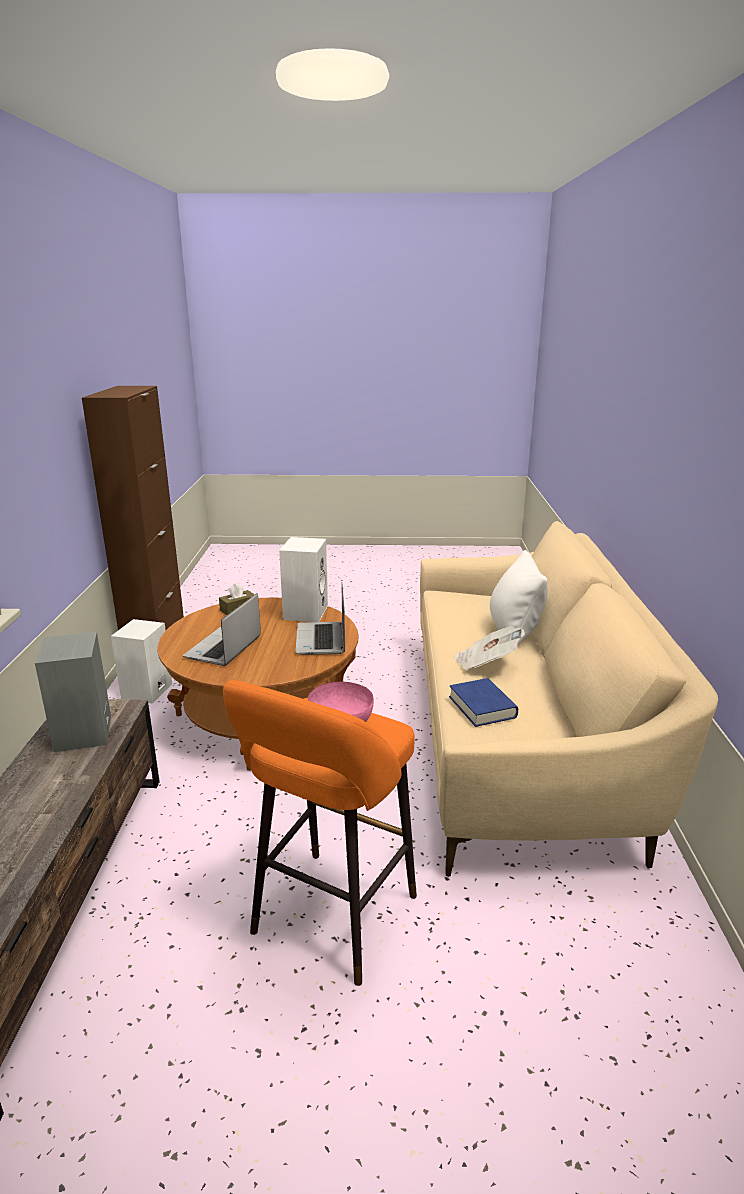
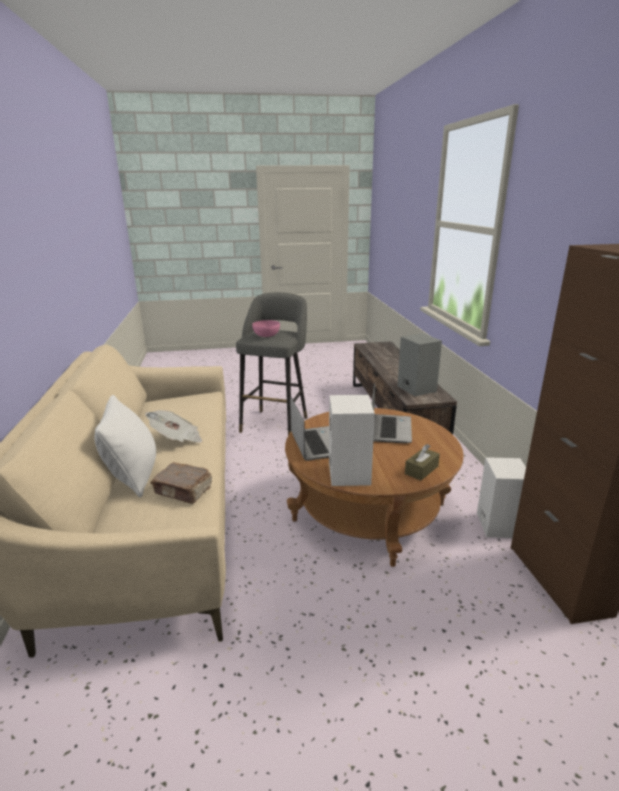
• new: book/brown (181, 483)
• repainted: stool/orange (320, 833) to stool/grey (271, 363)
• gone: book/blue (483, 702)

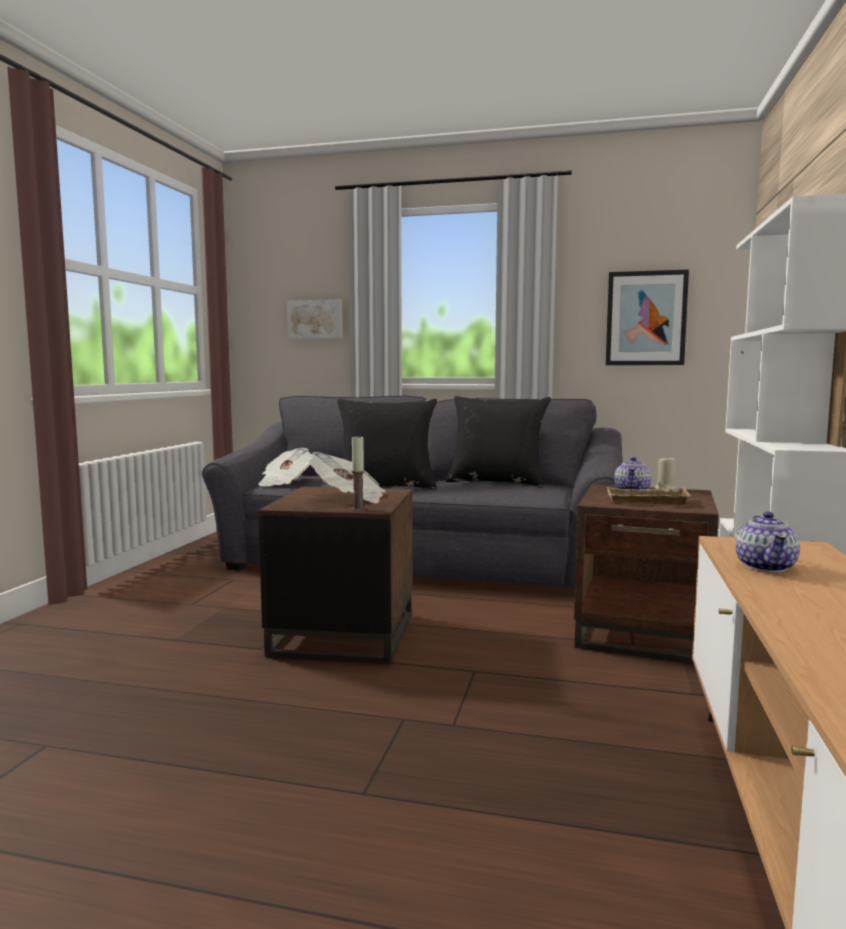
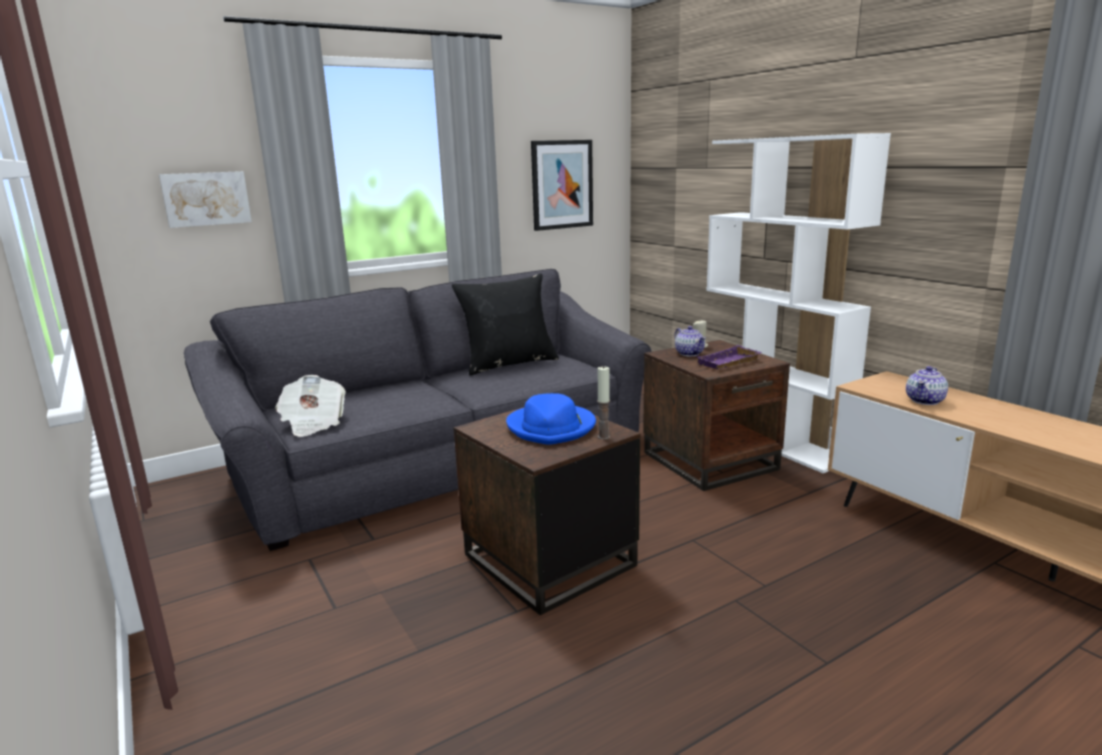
• swapped: newspaper (347, 477) to hat/blue (551, 419)
• repainted: tray/beige (649, 496) to tray/purple (729, 357)
• rotated: teapot (767, 542) = (927, 385) 75 degrees clockwise
• gone: pillow/black (387, 444)

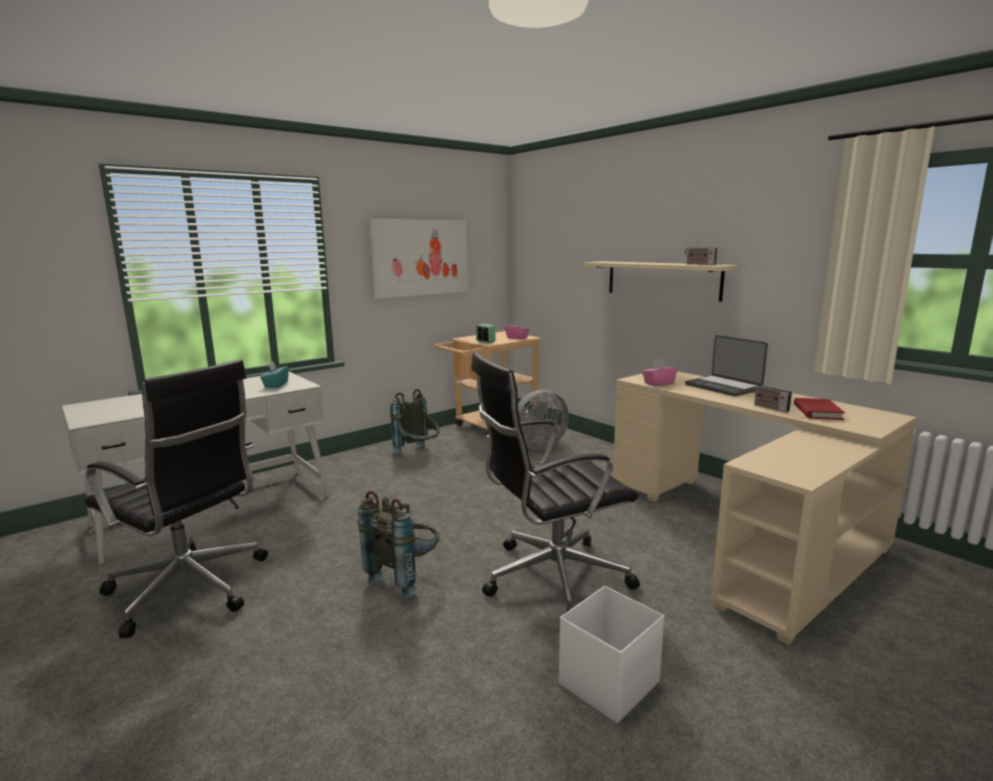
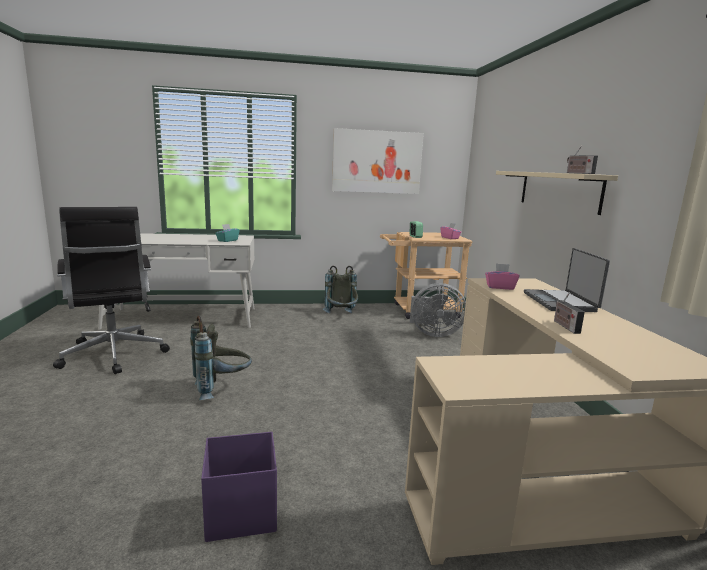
• repainted: storage box/white (611, 654) to storage box/purple (239, 487)
• gone: office chair/black (555, 482)
• gone: book/red (819, 409)

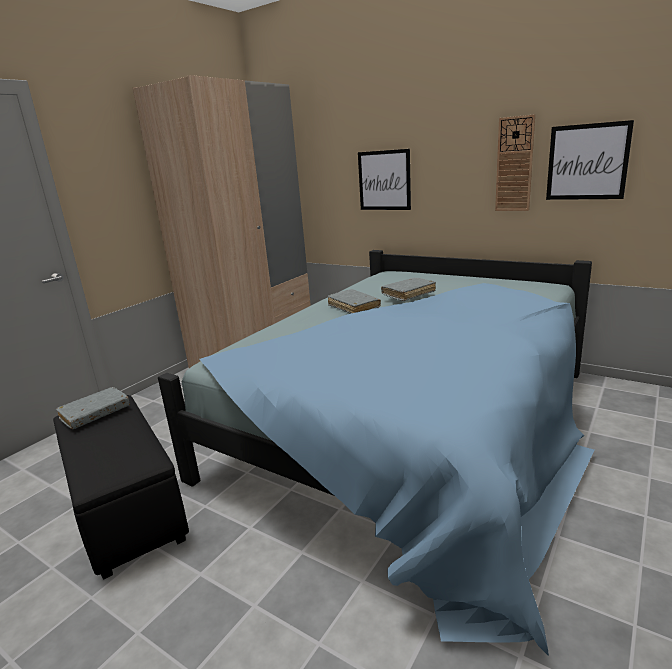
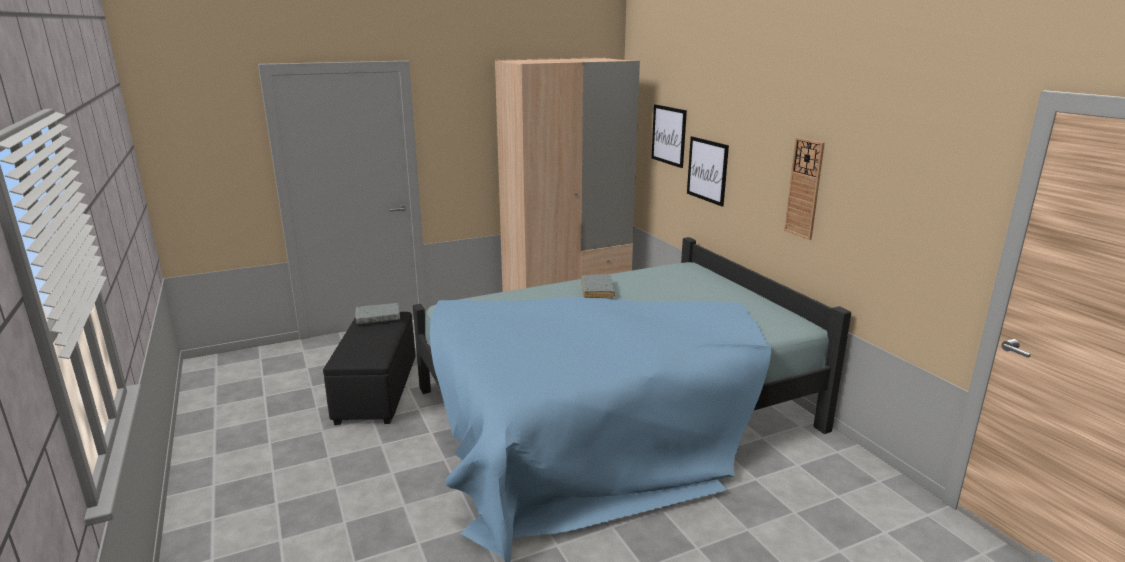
• shifted: picture (590, 160) to (669, 136)
• gone: book/grey (408, 289)

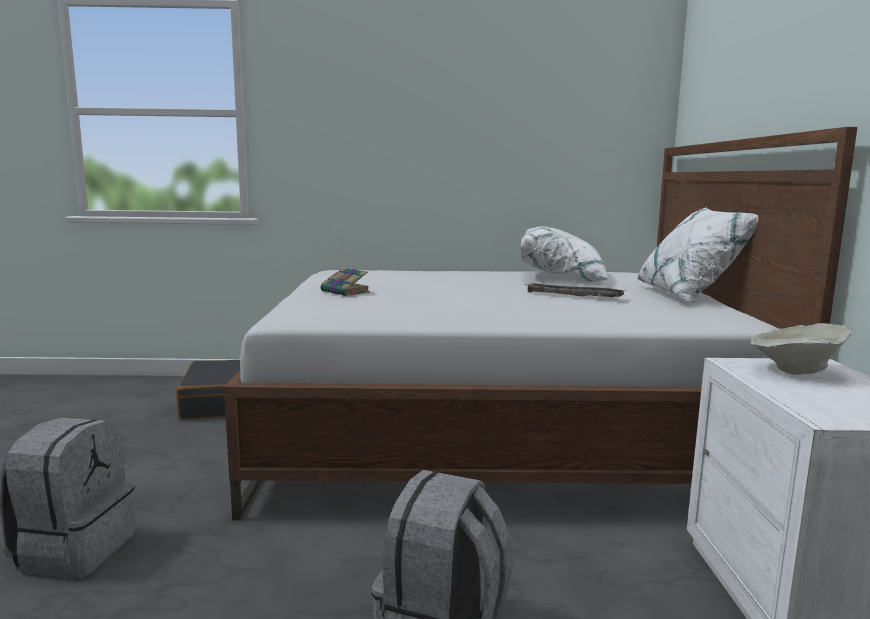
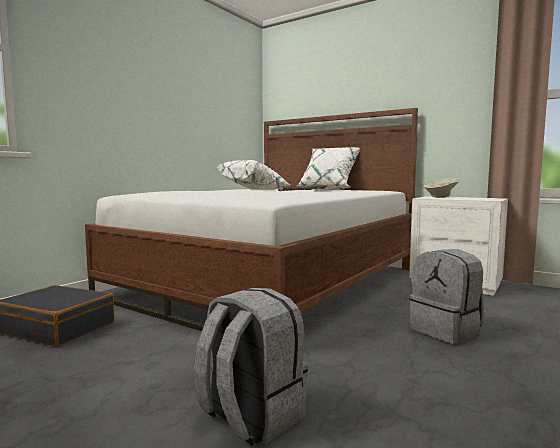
• gone: book (345, 281)

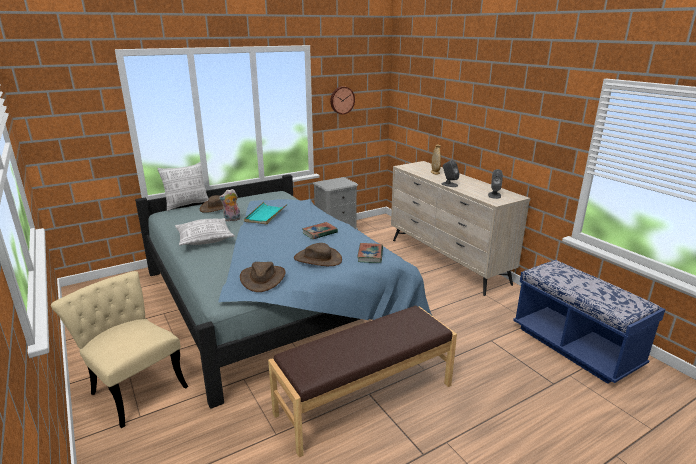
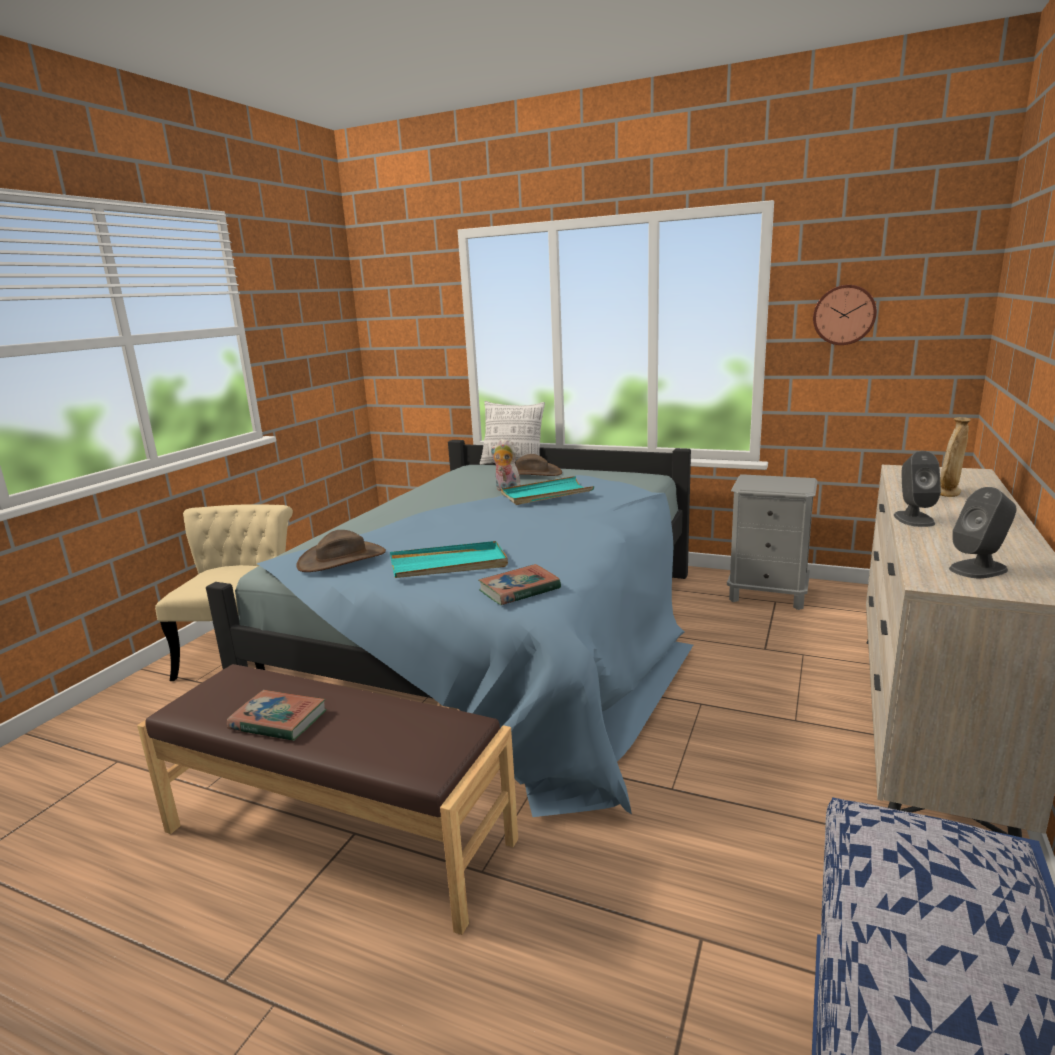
• shifted: book (320, 230) to (276, 715)
• swapped: hat/brown (318, 254) to tray/turquoise (449, 559)
• gone: pillow (205, 231)

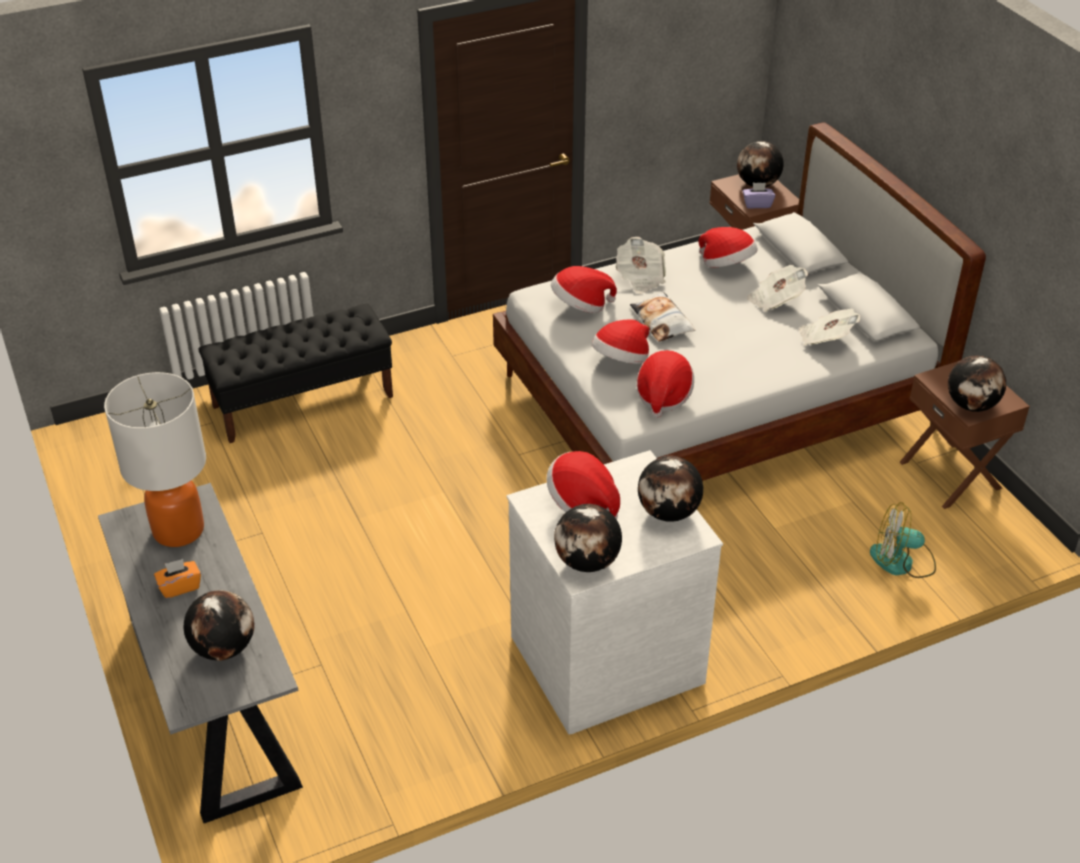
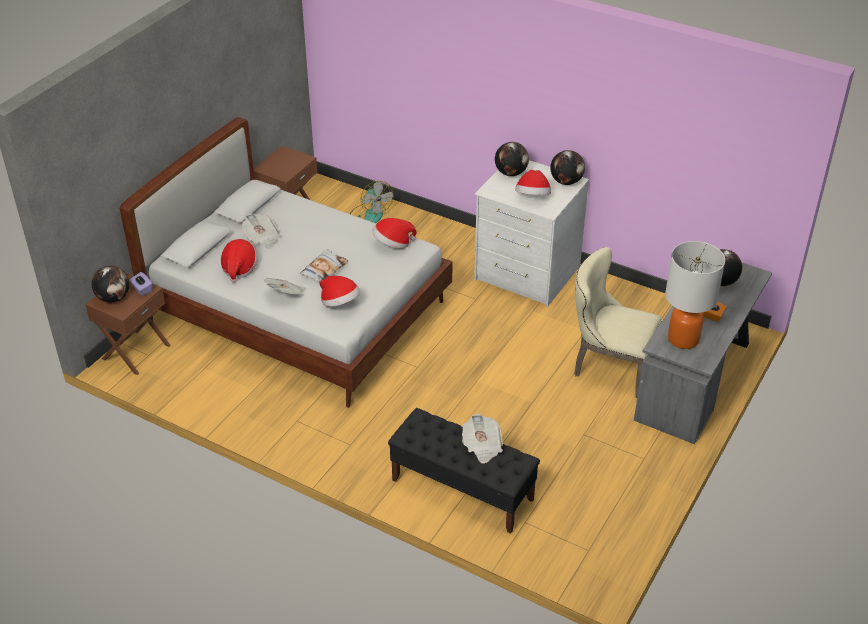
• shifted: newspaper (829, 327) to (482, 439)
• new: chair/beige (618, 322)
• gone: hat (621, 342)
• gone: globe (977, 383)

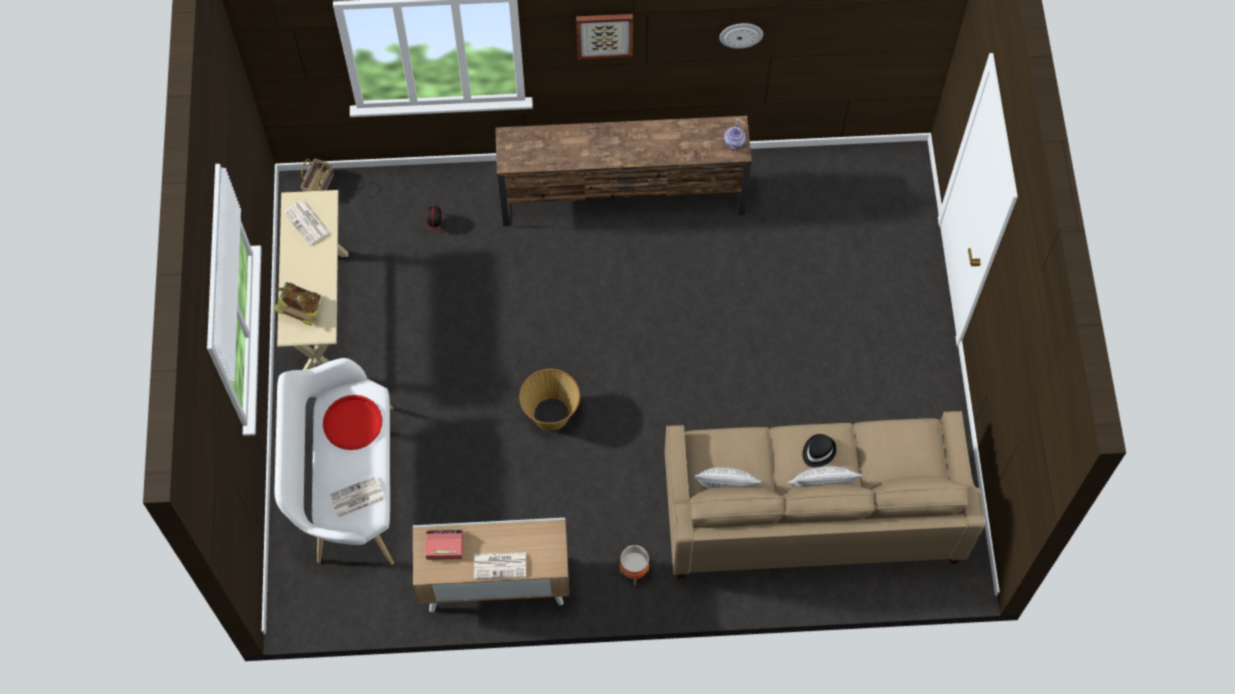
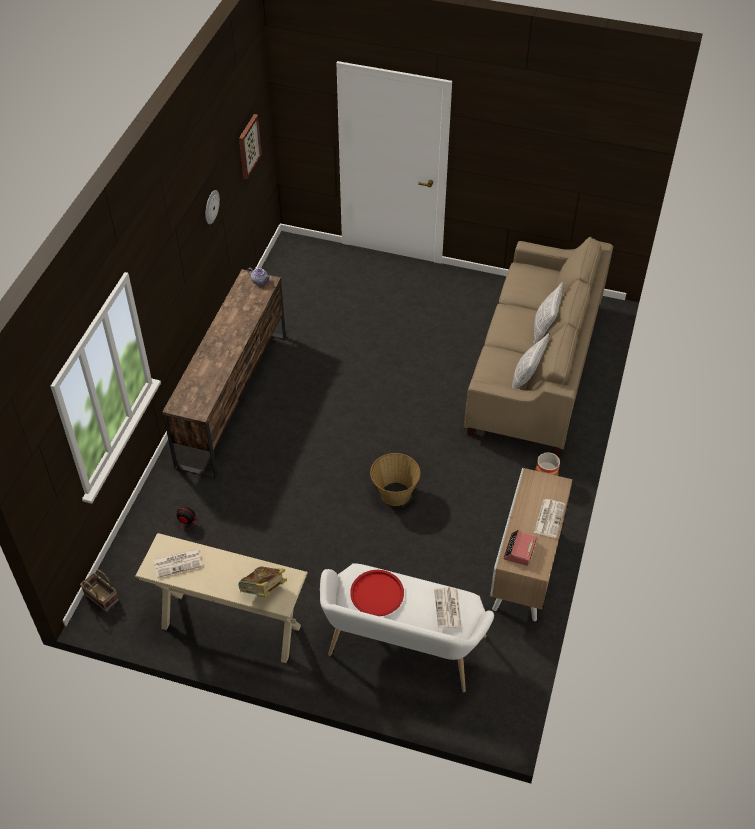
• shifted: picture (604, 37) to (250, 146)
• gone: hat/black (819, 450)

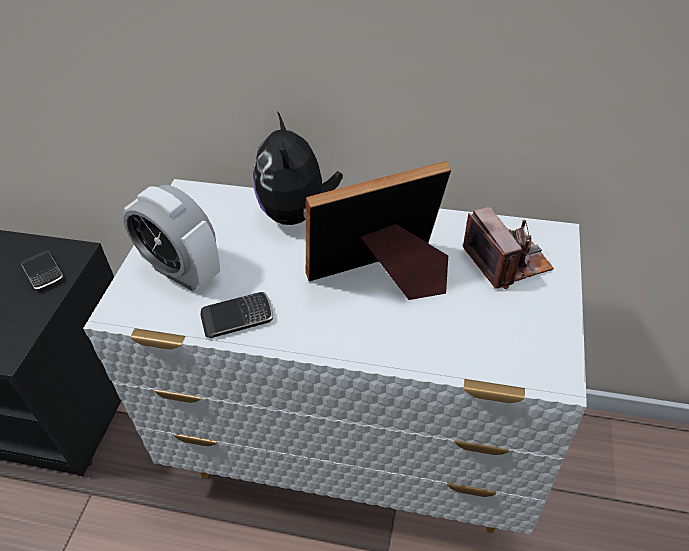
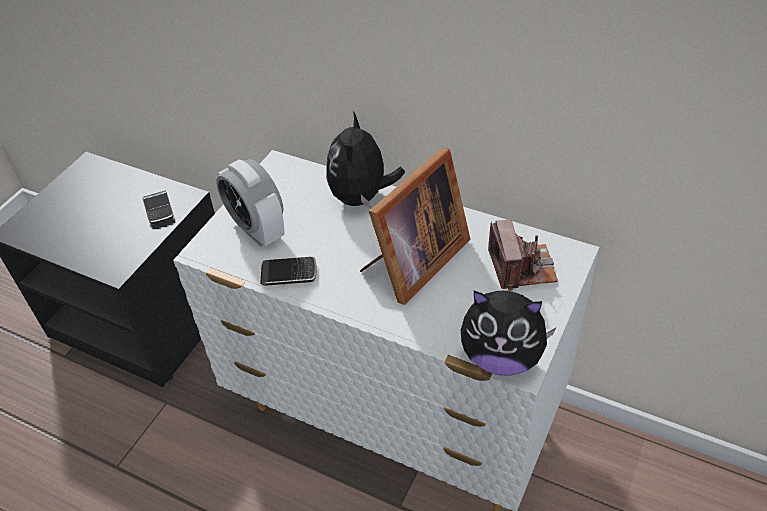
• rotated: picture frame (378, 230) = (415, 226) 135 degrees clockwise
• new: plush toy (509, 333)

